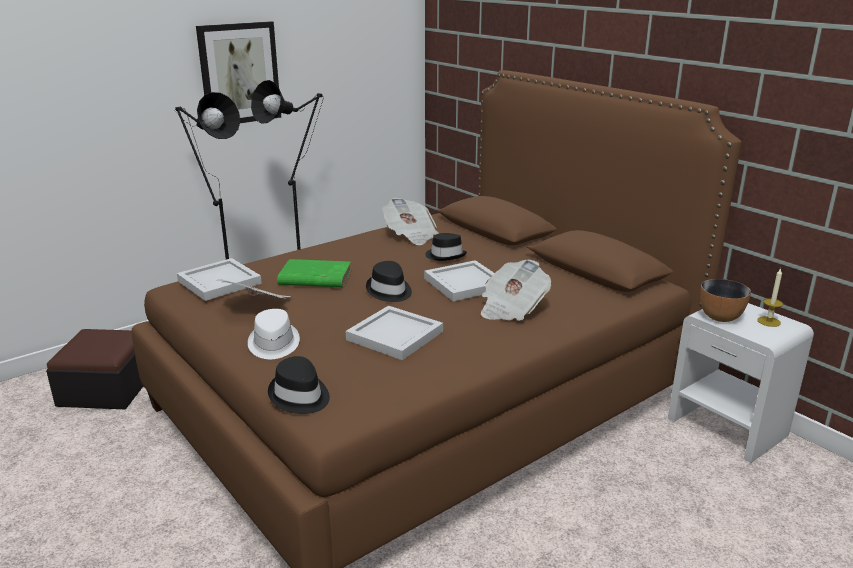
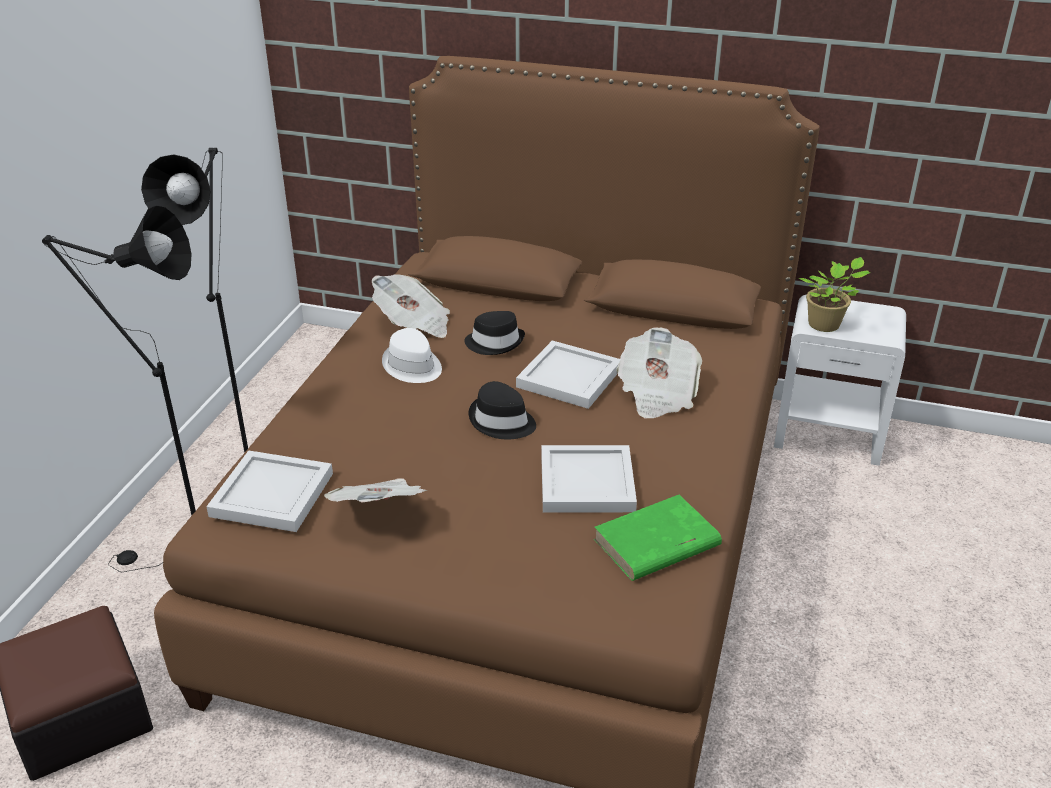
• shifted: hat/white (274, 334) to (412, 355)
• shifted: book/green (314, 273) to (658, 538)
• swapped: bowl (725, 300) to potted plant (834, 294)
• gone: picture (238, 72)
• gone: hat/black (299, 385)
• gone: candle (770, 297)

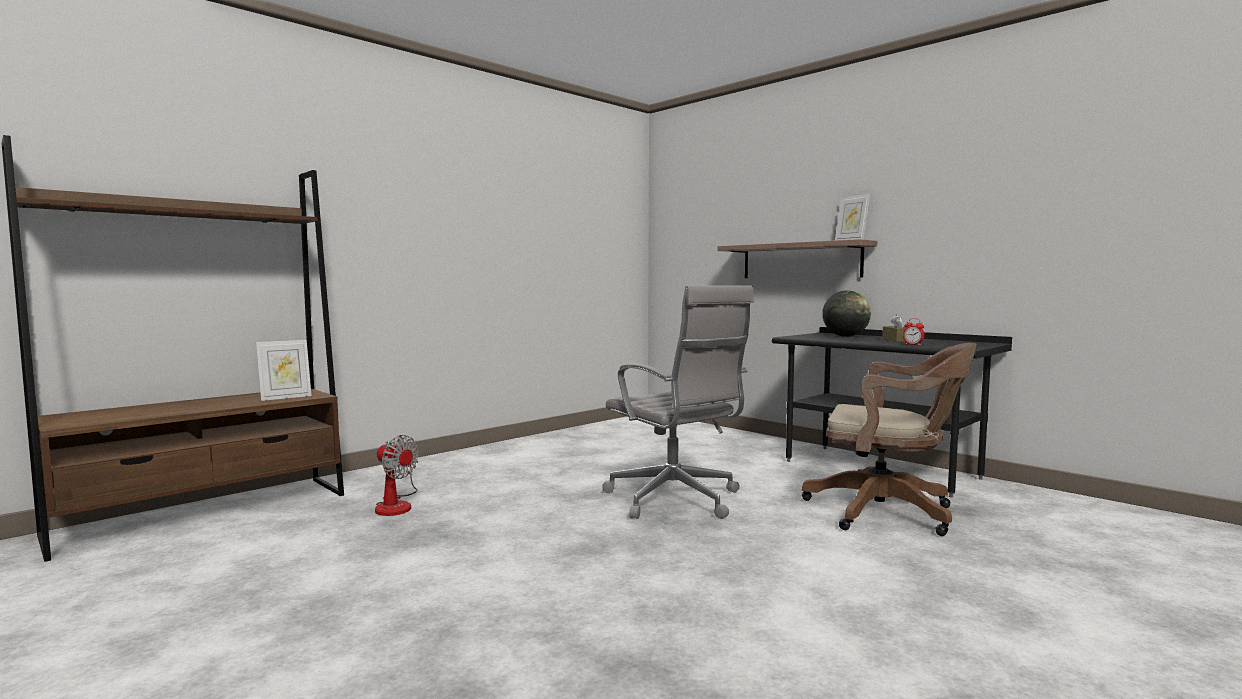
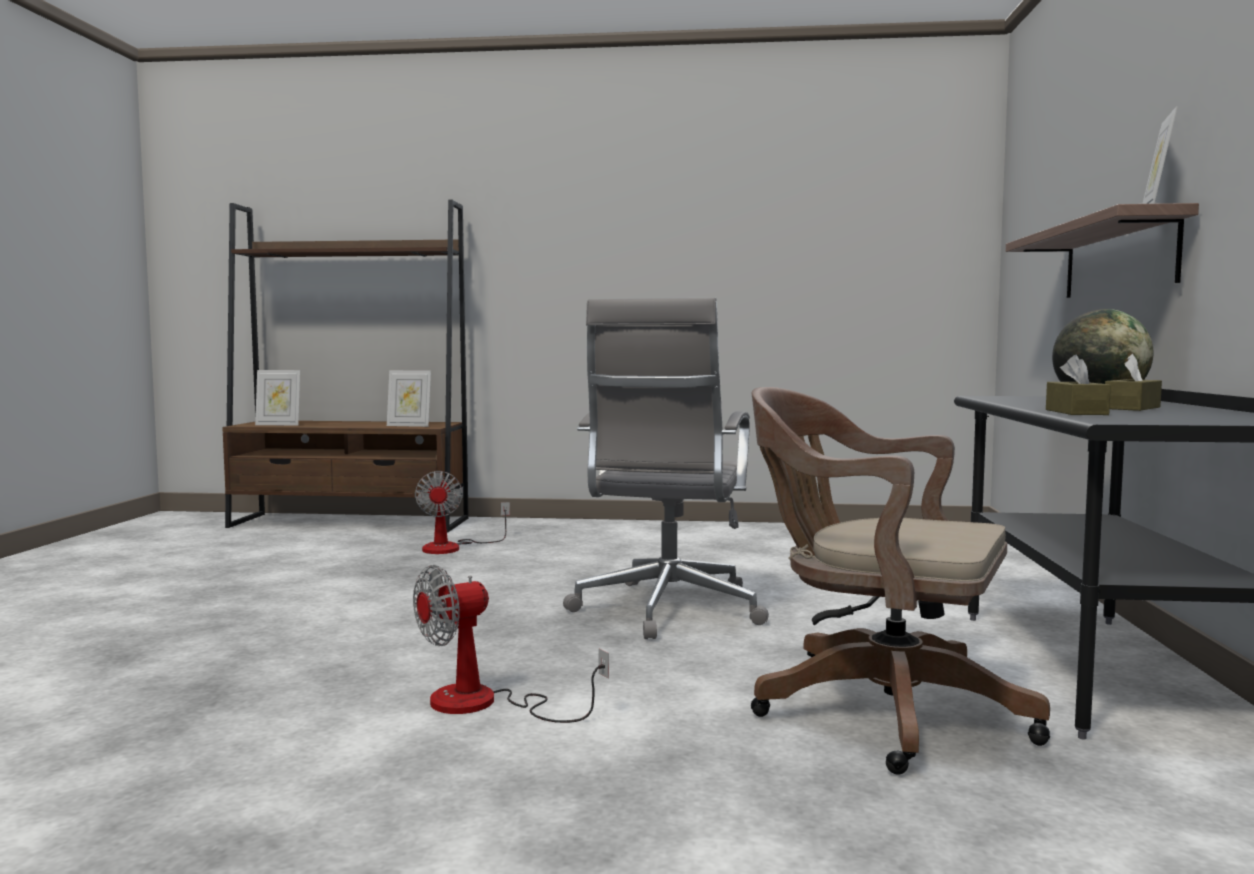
• new: picture frame (277, 397)
• new: fan (511, 644)
• rotated: office chair/brown (889, 439) = (900, 581) 135 degrees clockwise
• swapped: alarm clock (914, 331) to tissue box/brown (1078, 384)

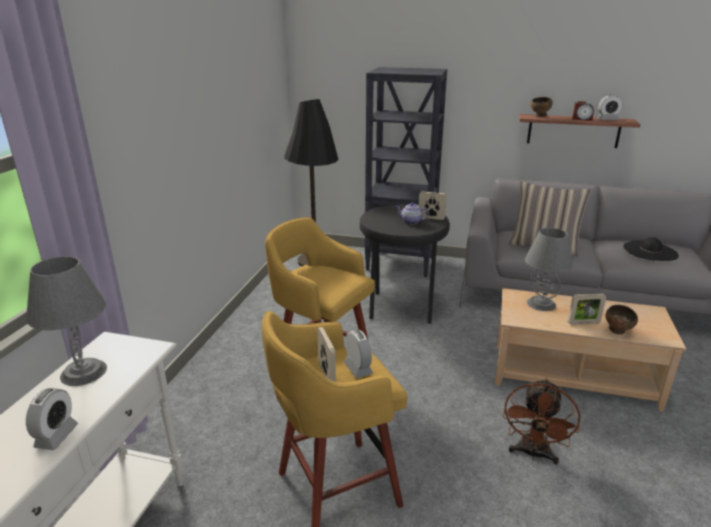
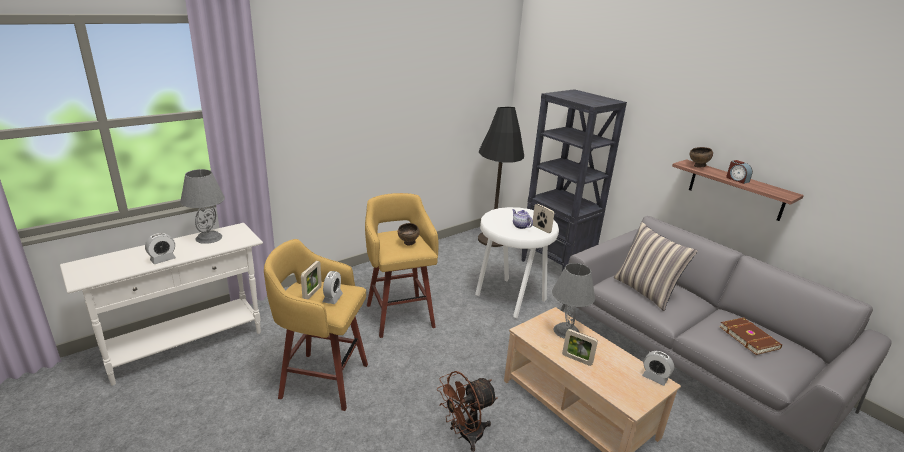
• shifted: bowl/brown (622, 320) to (409, 234)
• repainted: stool/black (405, 264) to stool/white (517, 262)
• shifted: alarm clock (610, 107) to (658, 368)
• swapped: hat/black (651, 249) to book/brown (750, 336)

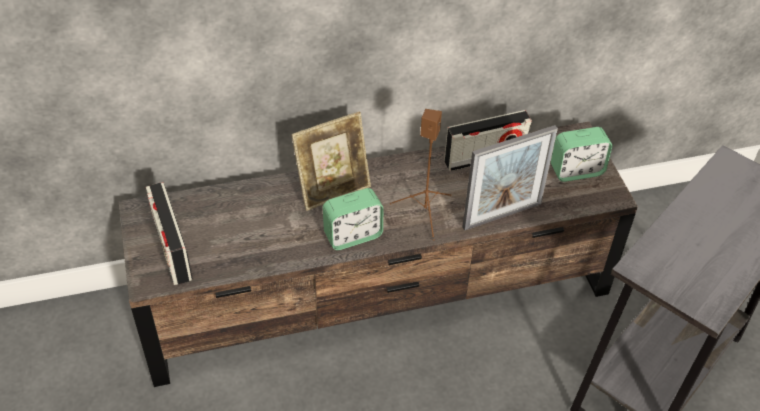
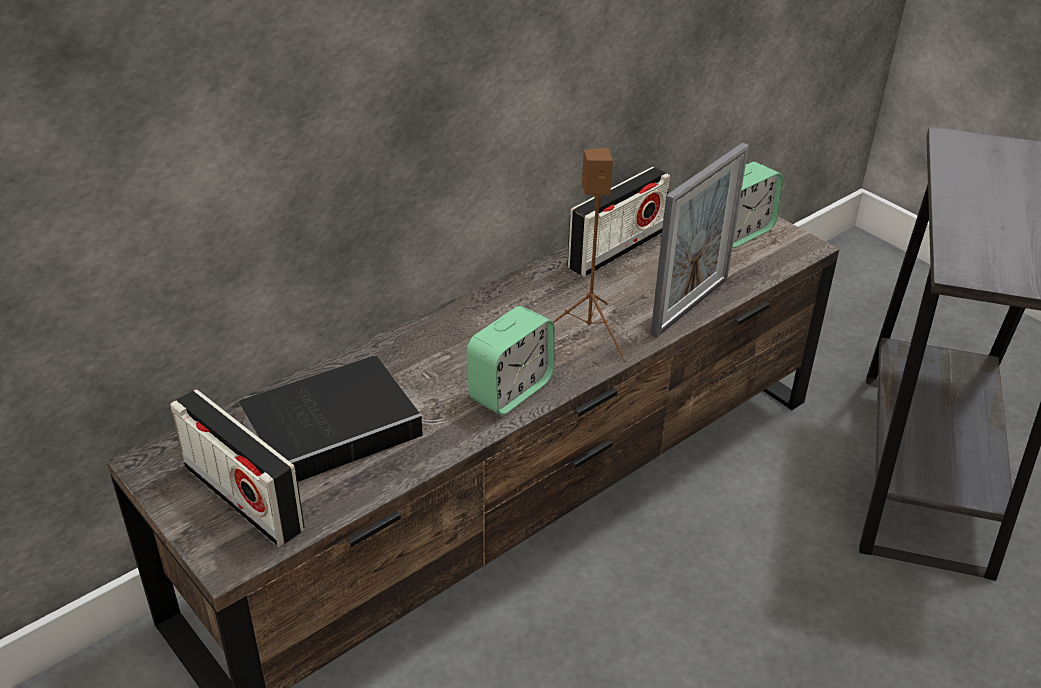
• new: book (342, 419)
• gone: picture frame (331, 161)

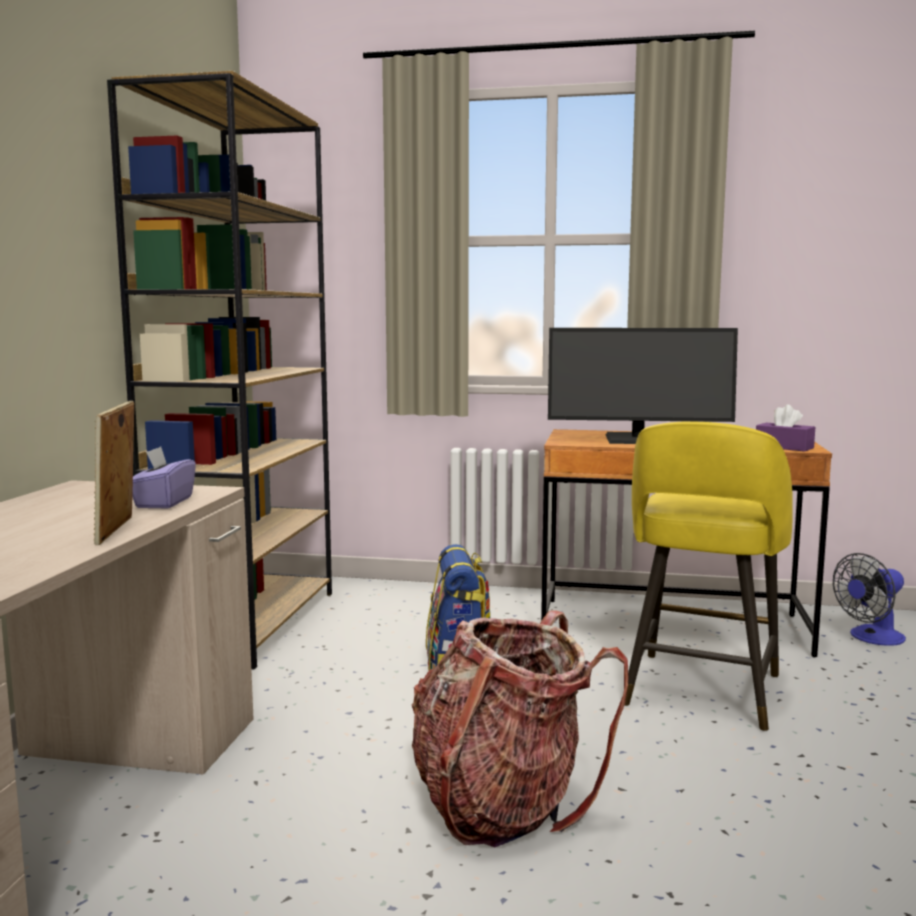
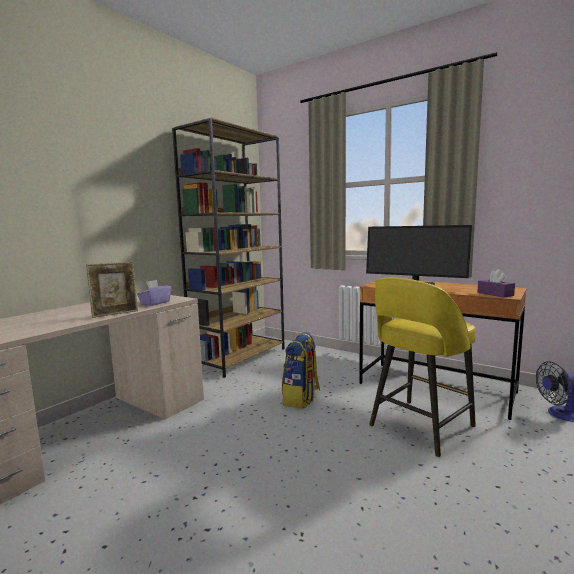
• rotated: picture frame (113, 473) = (112, 290) 150 degrees counterclockwise
• gone: backpack (520, 728)

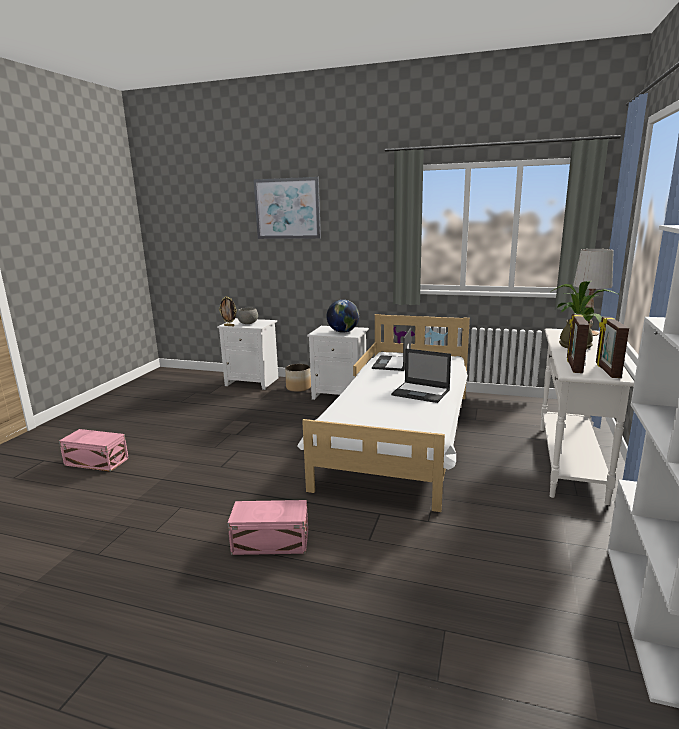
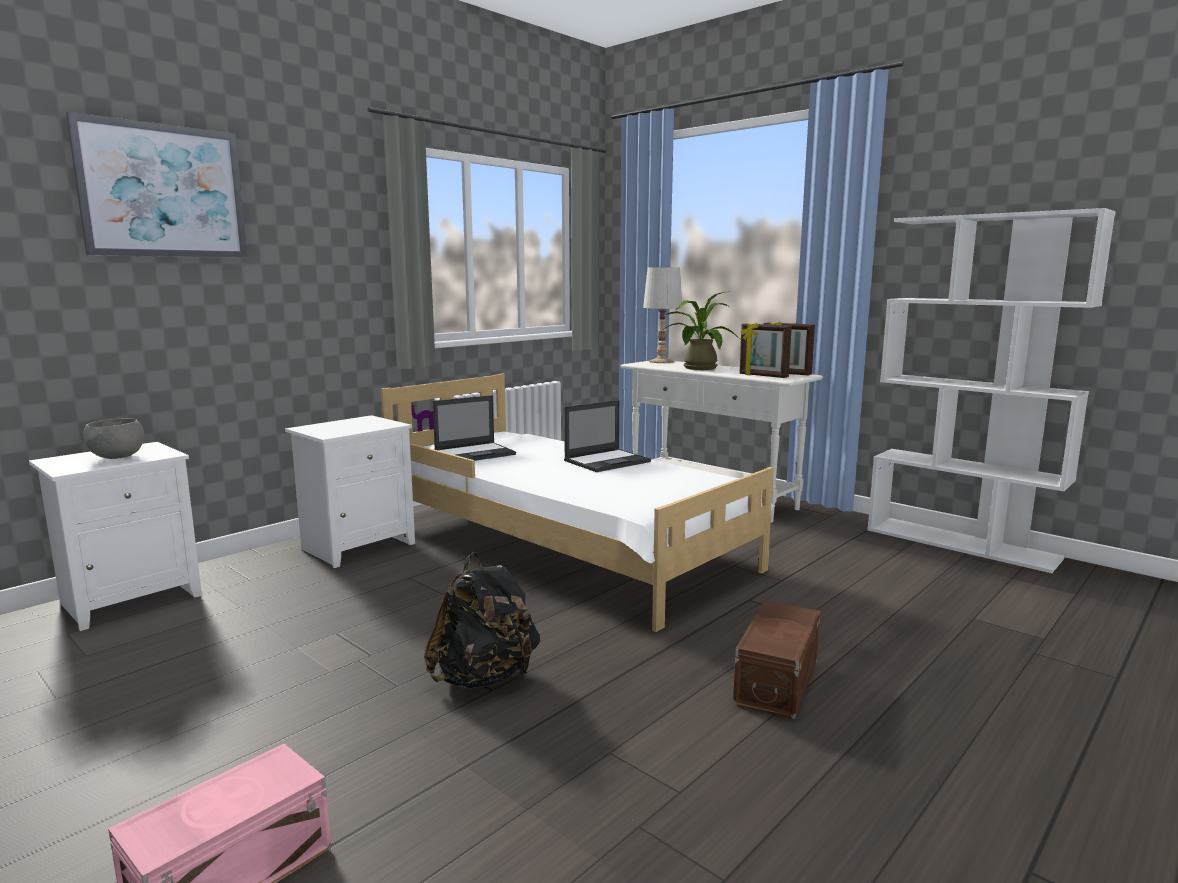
• new: backpack/black (482, 620)
• rotated: laptop (391, 349) = (474, 428) 75 degrees counterclockwise
• repainted: storage box/pink (268, 527) to storage box/brown (776, 659)
• gone: picture frame (228, 311)
• gone: planter (298, 378)
• gone: globe (343, 316)

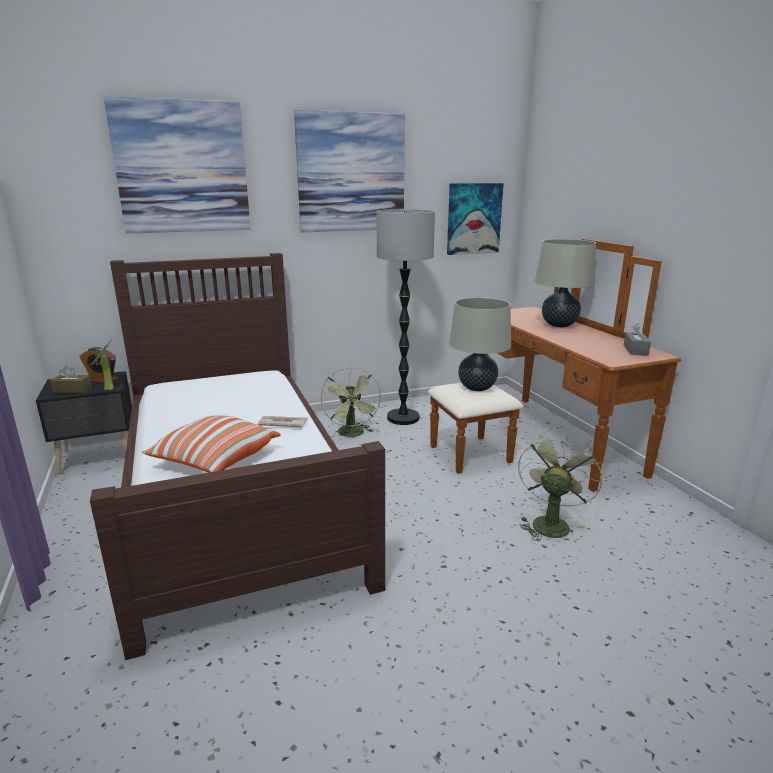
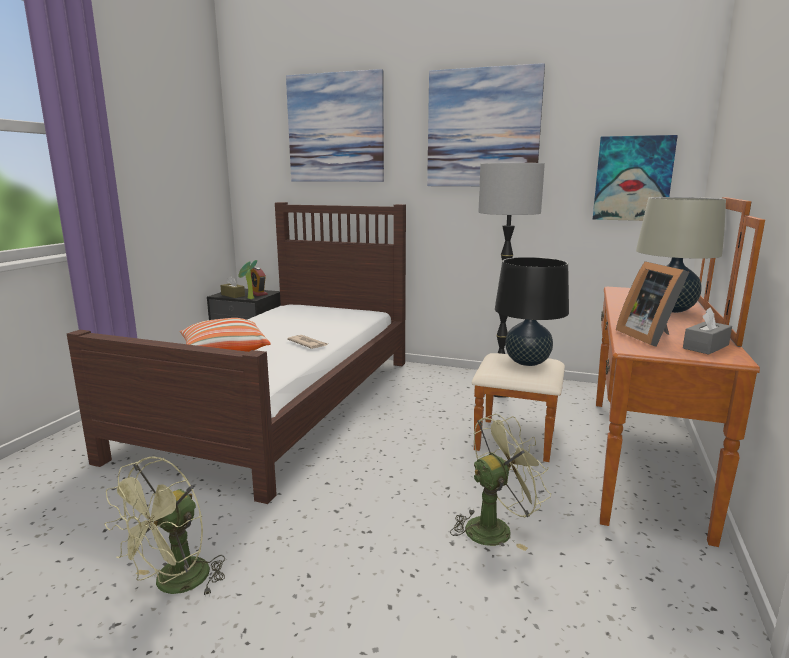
• shifted: fan/green (350, 402) to (165, 526)
• repainted: table lamp/beige (480, 344) to table lamp/black (532, 311)
• new: picture frame (652, 304)

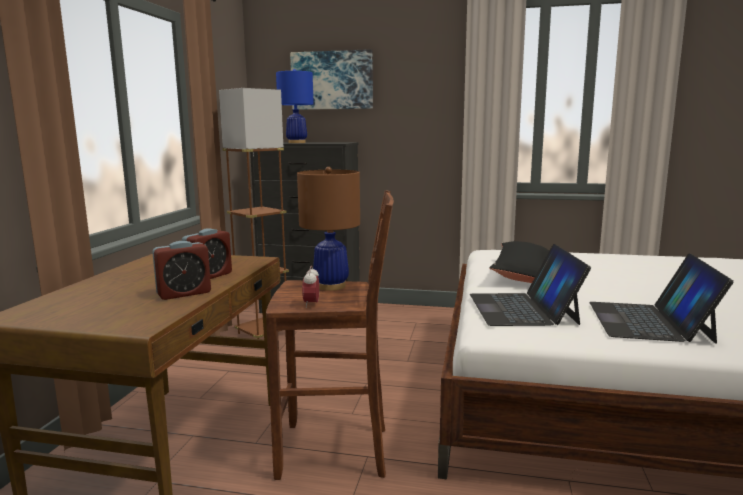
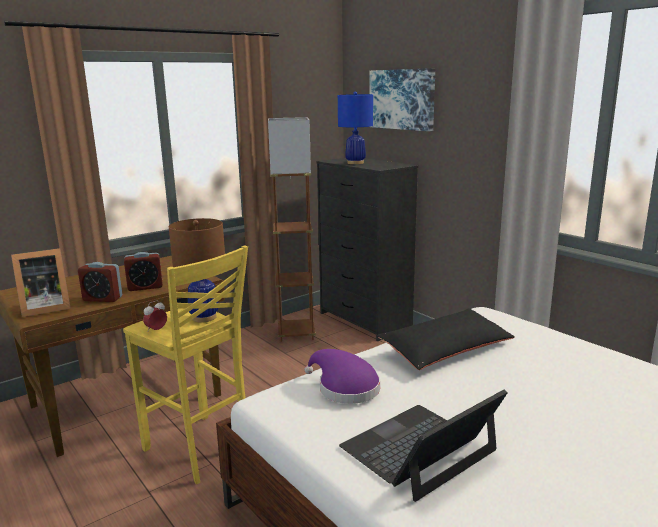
• new: picture frame (41, 282)
• repainted: stool/brown (330, 335) to stool/yellow (185, 364)
• swapped: laptop (530, 285) to hat/purple (342, 376)

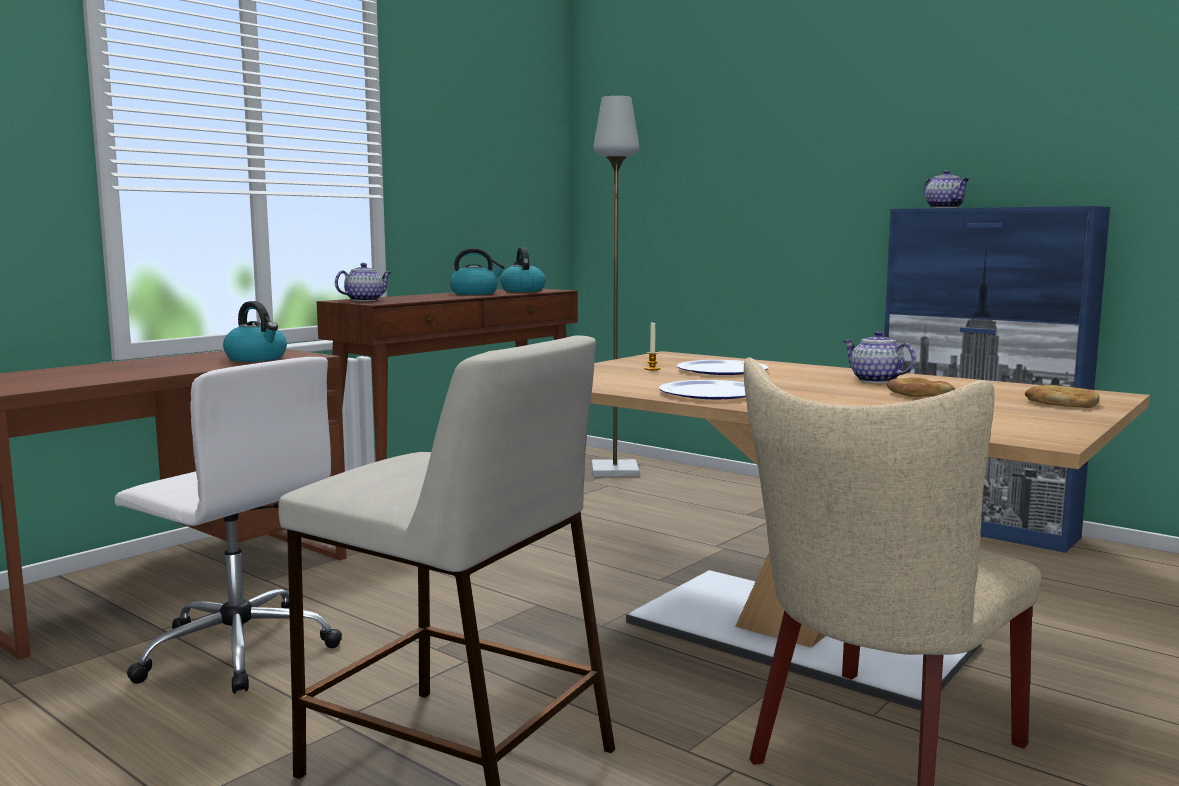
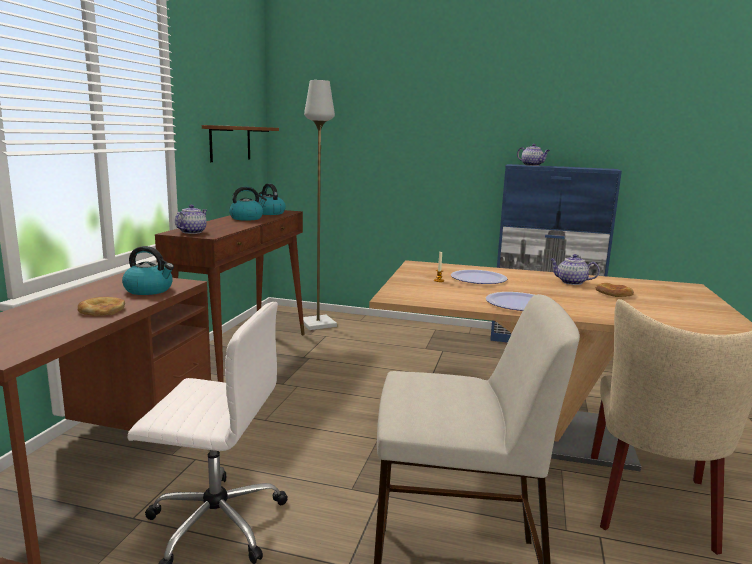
• shifted: bread (1062, 396) to (101, 306)
• new: shelf/brown (240, 143)

